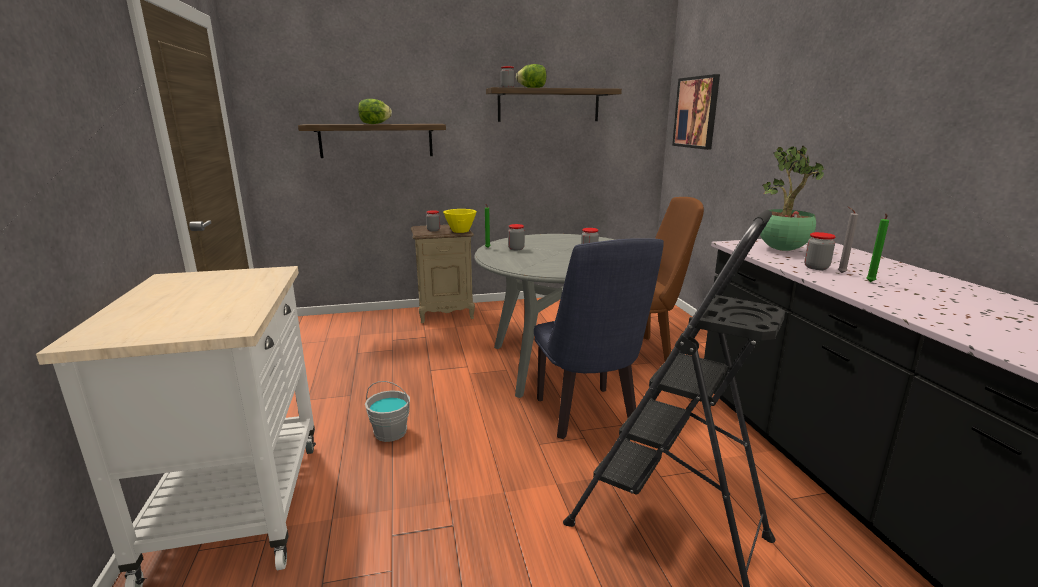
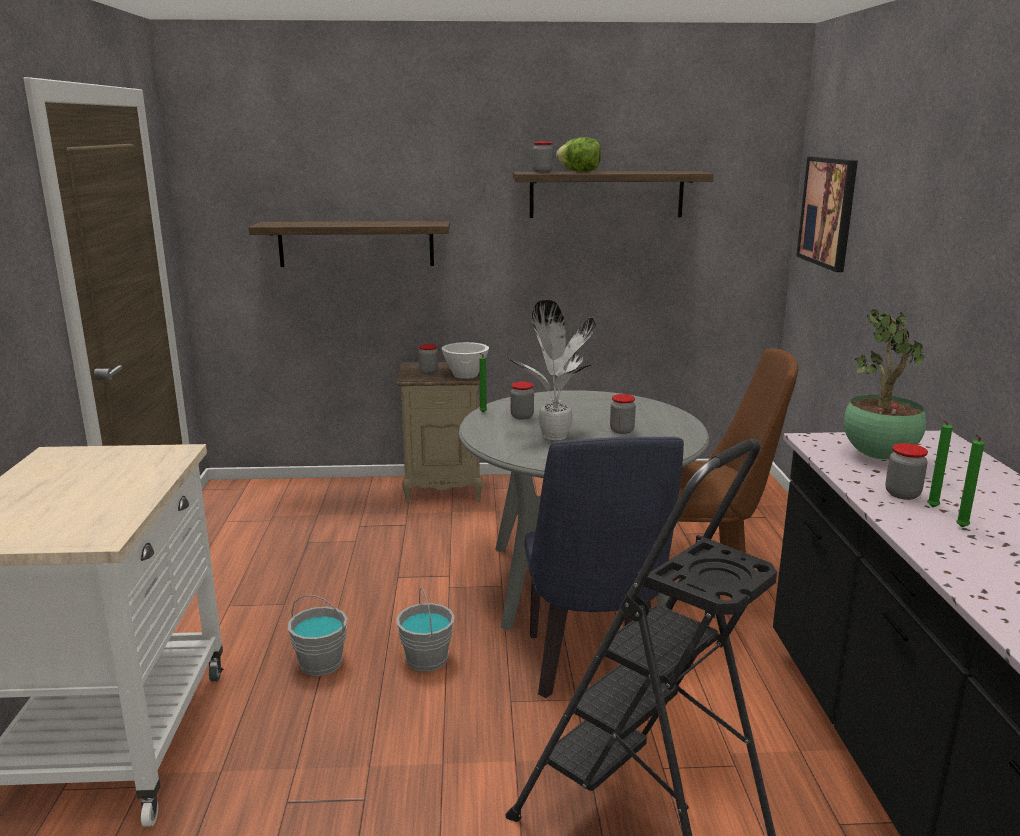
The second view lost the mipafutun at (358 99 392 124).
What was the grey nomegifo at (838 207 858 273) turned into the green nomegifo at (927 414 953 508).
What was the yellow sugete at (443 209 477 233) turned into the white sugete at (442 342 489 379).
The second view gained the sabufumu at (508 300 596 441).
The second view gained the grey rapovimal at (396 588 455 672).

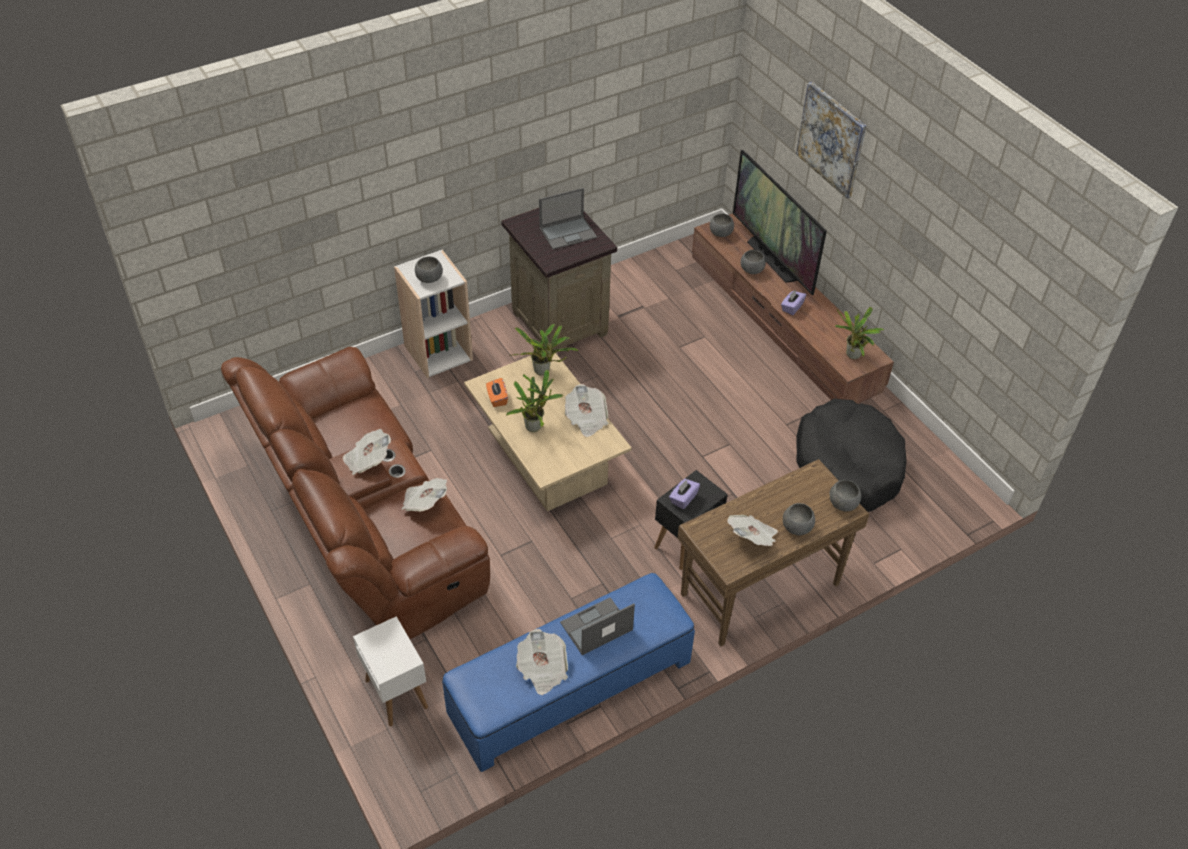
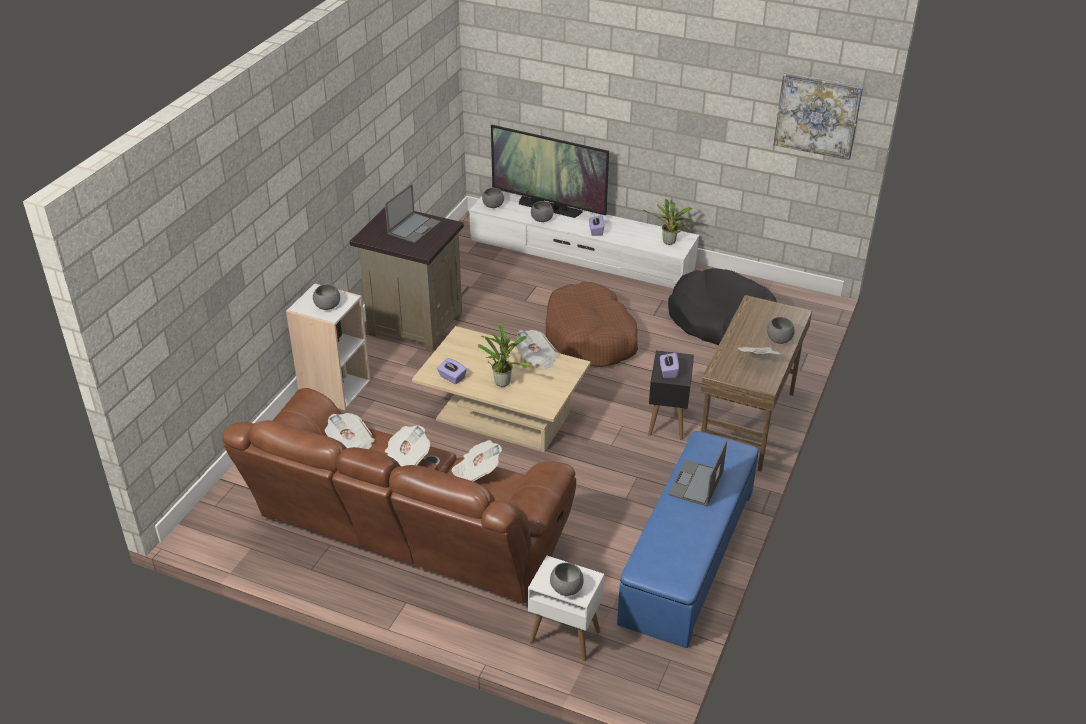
The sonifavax ended up elsewhere, having gone from (796 82 866 199) to (774 73 863 160).
What was the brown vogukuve at (692 213 894 404) turned into the white vogukuve at (469 191 699 288).
The second view lost the sabufumu at (514 324 579 375).
What was the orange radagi at (486 378 508 407) turned into the purple radagi at (437 358 467 384).
The grey sugete ended up elsewhere, having gone from (830 480 861 511) to (550 562 584 596).
The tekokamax ended up elsewhere, having gone from (516 629 568 695) to (325 413 375 449).
The second view gained the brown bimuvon at (546 282 638 367).

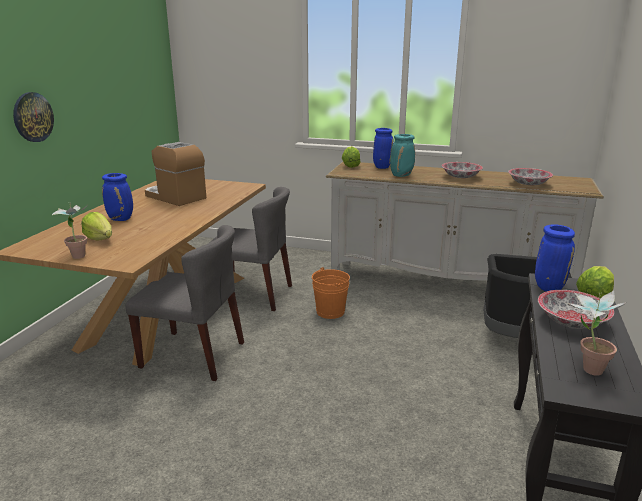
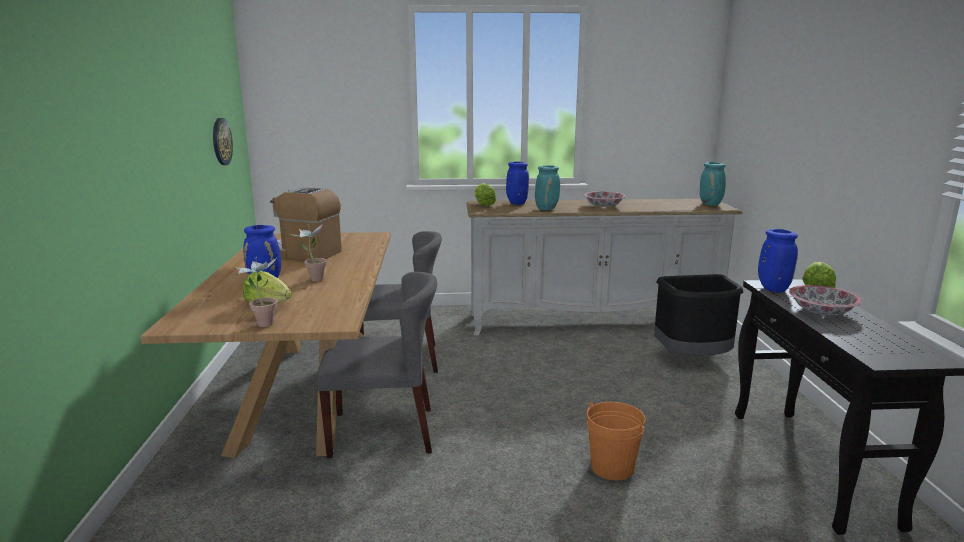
The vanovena ended up elsewhere, having gone from (13 92 54 142) to (213 118 233 165).
The second view lost the sugete at (508 168 553 185).
The orange rapovimal ended up elsewhere, having gone from (312 267 350 319) to (587 401 645 480).
The sabufumu ended up elsewhere, having gone from (567 290 627 376) to (290 224 327 281).
The second view gained the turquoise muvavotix at (700 162 726 206).

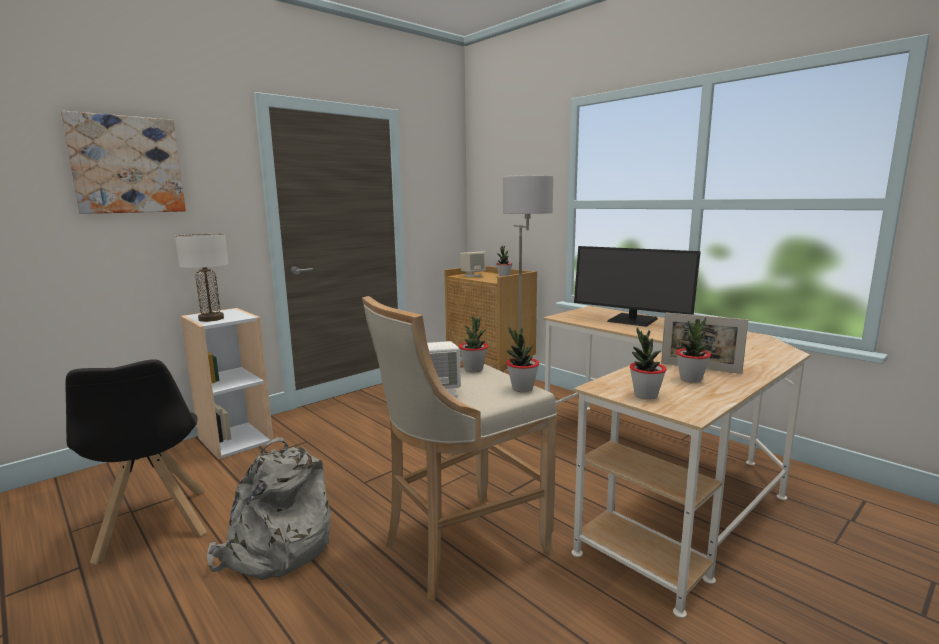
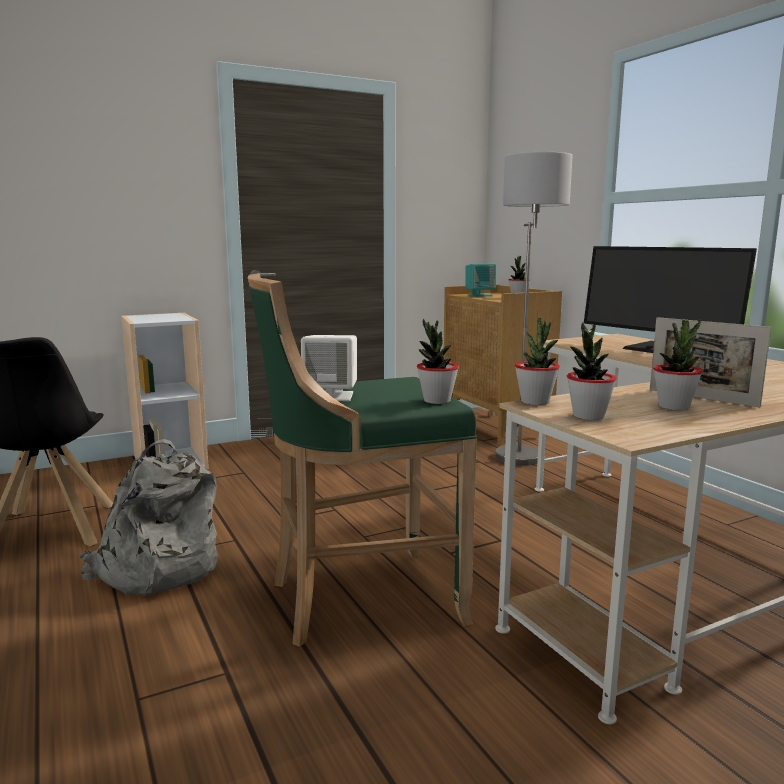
The second view lost the sonifavax at (61 111 186 214).
The second view lost the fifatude at (175 234 229 322).
What was the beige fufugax at (460 251 486 277) turned into the turquoise fufugax at (465 264 496 296).
What was the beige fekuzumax at (362 296 557 601) turned into the green fekuzumax at (247 273 477 647).
The sabufumu ended up elsewhere, having gone from (459 315 488 372) to (515 318 560 405).

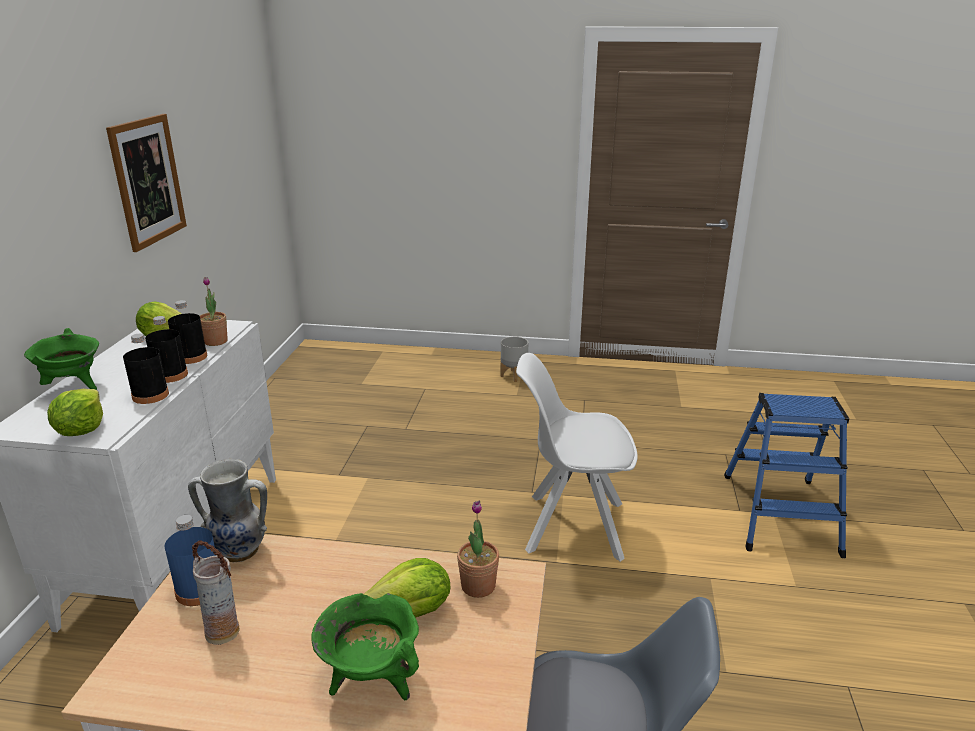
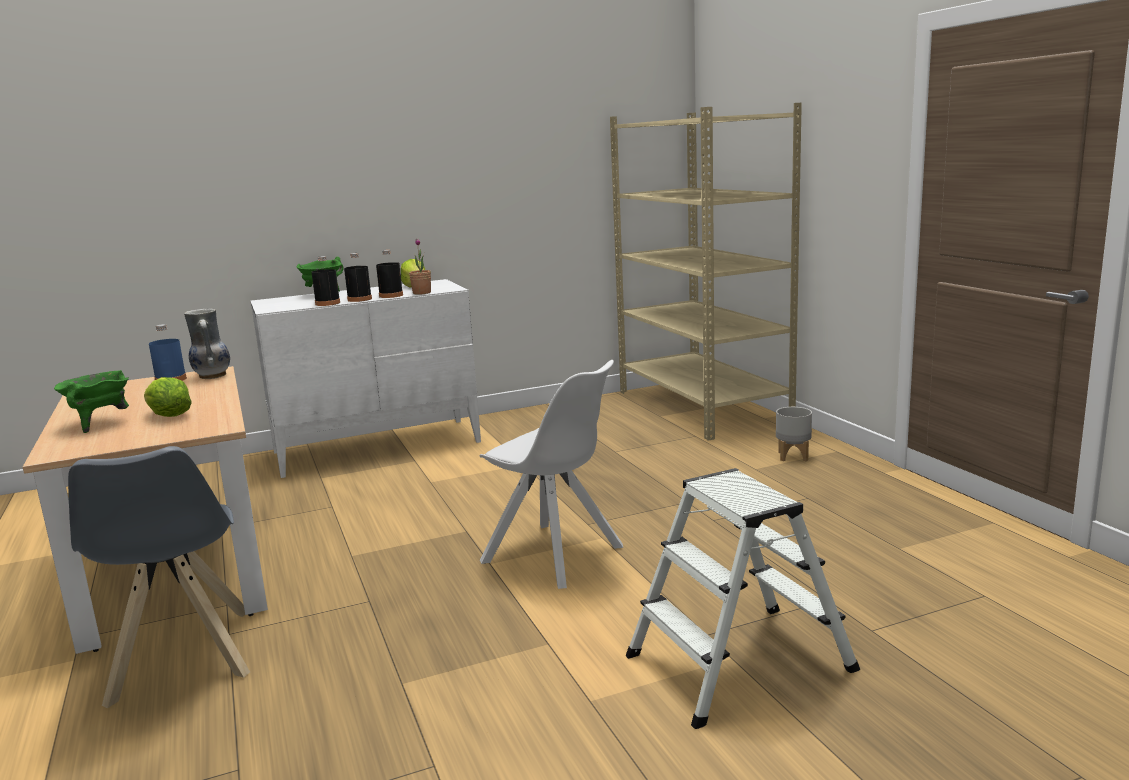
The second view lost the sonifavax at (106 114 187 252).
The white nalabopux at (516 353 638 562) ended up facing another way, 150 degrees clockwise from before.
The second view lost the mipafutun at (47 389 103 436).
What was the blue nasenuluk at (724 393 849 558) turned into the white nasenuluk at (626 468 860 729).
The second view lost the sabufumu at (457 500 499 598).
The second view lost the muvavotix at (192 540 240 645).
The second view gained the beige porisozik at (610 103 802 441).

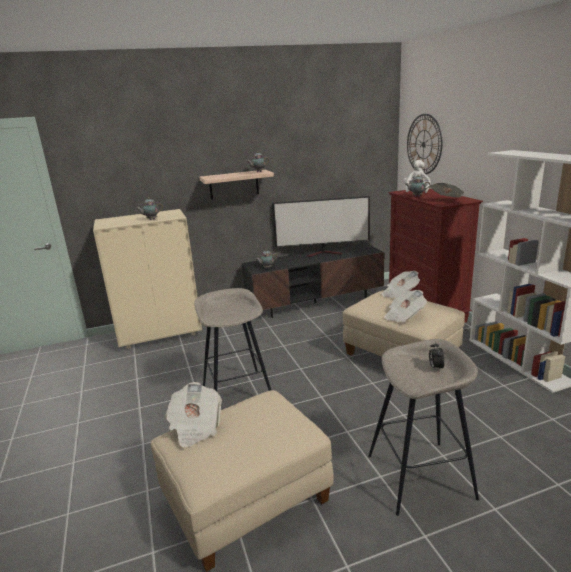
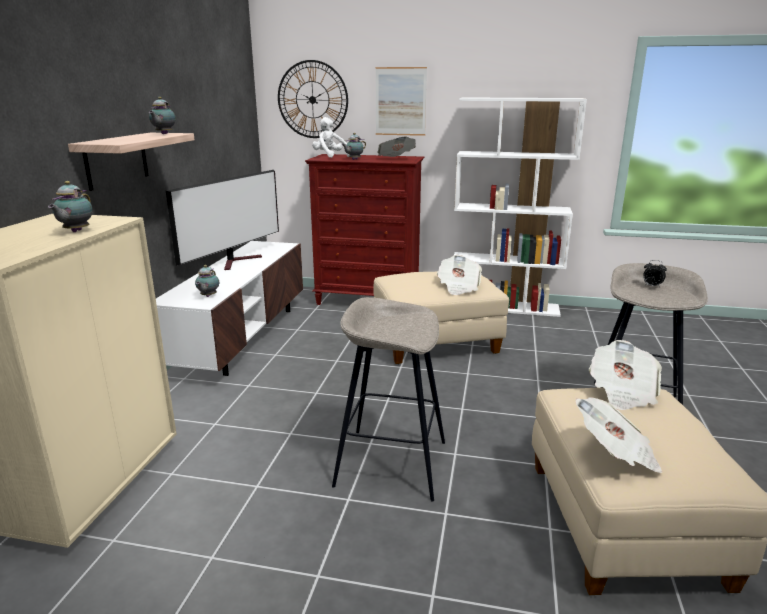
What was the black vogukuve at (242 243 384 318) turned into the white vogukuve at (156 241 303 376).
The tekokamax ended up elsewhere, having gone from (381 271 420 298) to (589 340 662 410).
The second view gained the sonifavax at (376 67 427 136).

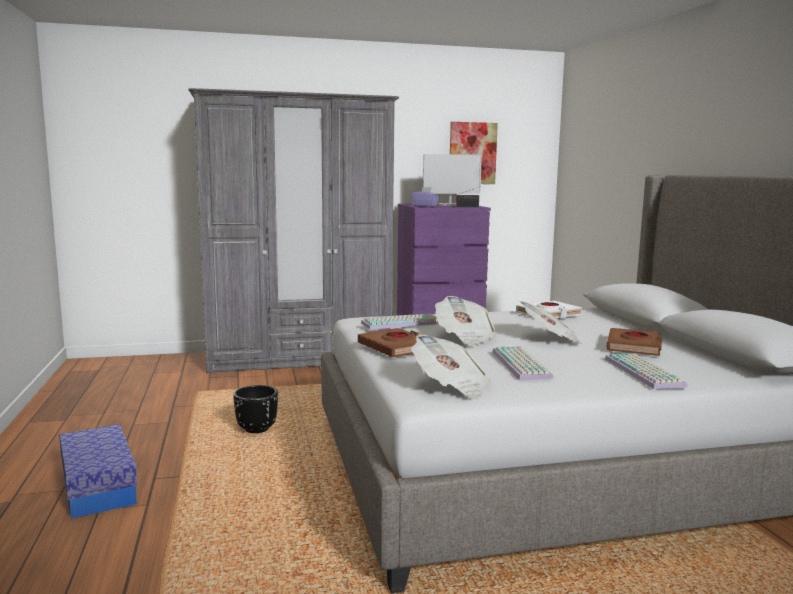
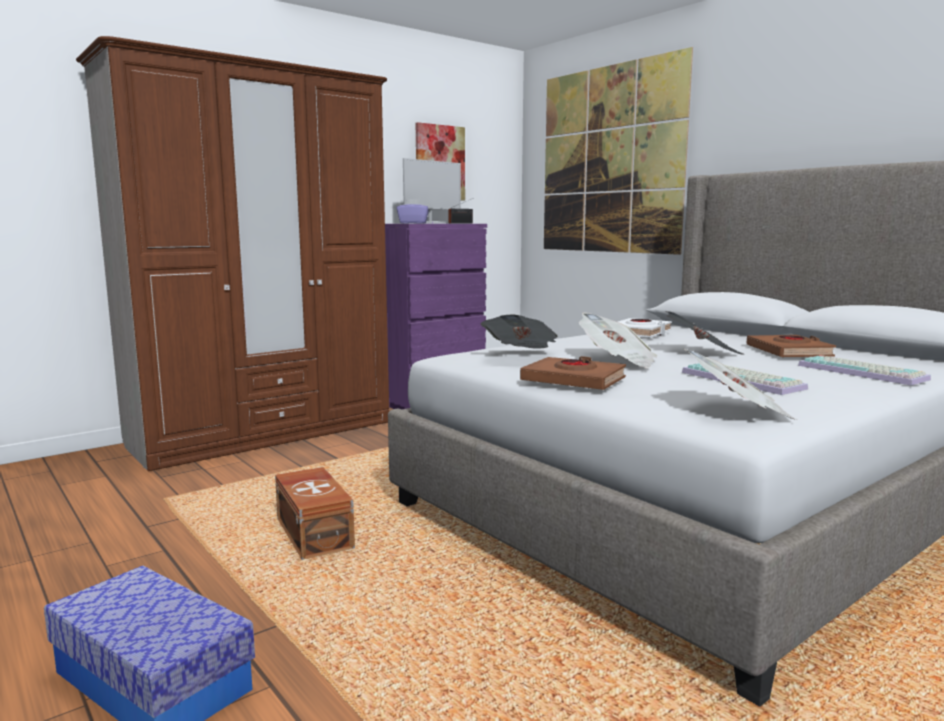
What was the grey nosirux at (188 88 399 373) turned into the brown nosirux at (76 36 390 471).
Where the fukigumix stood at (361 314 438 330), the tekokamax came to stand at (481 315 558 349).
Where the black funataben stood at (233 385 278 433), the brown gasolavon came to stand at (275 467 355 560).
The second view gained the sonifavax at (544 47 693 255).

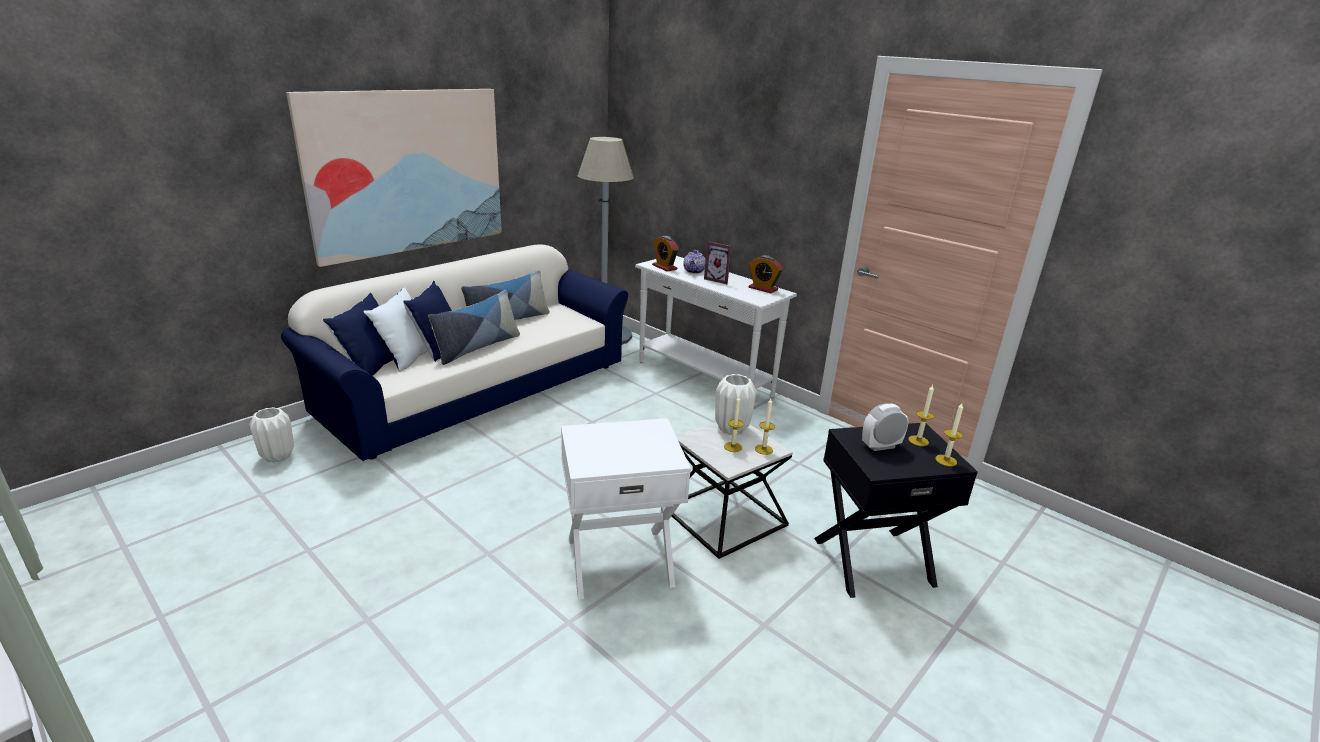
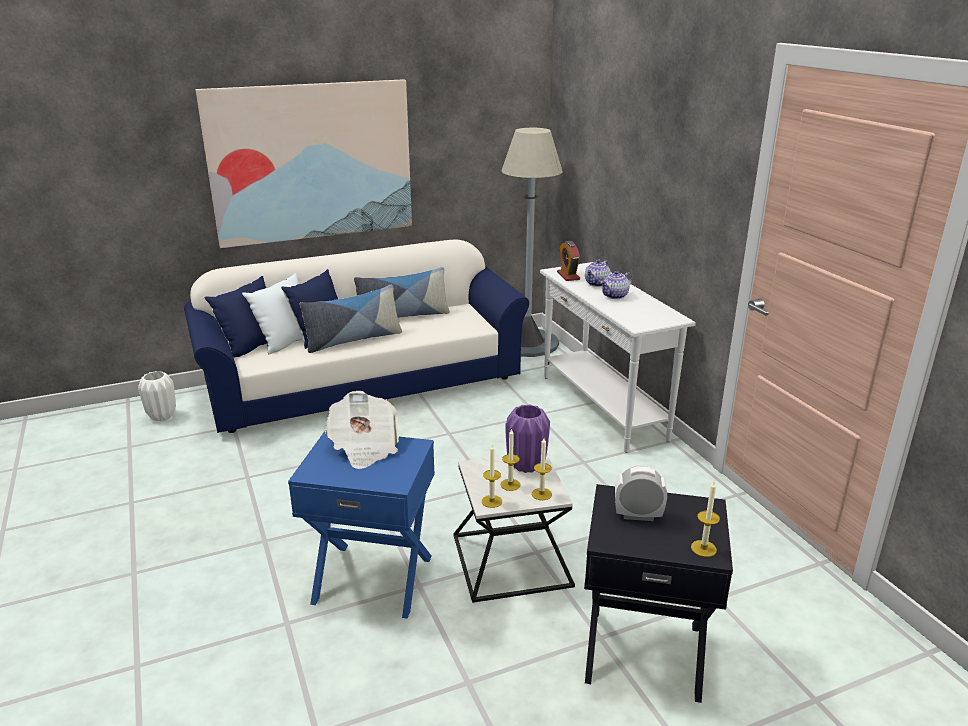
Where the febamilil stood at (704 241 732 284), the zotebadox came to stand at (600 271 632 299).
The second view lost the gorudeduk at (749 255 783 293).
What was the white muvavotix at (715 374 756 435) turned into the purple muvavotix at (506 404 550 473).
The nomegifo ended up elsewhere, having gone from (908 385 934 446) to (482 445 502 508).
What was the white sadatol at (561 418 691 599) turned into the blue sadatol at (288 430 435 619).
The second view gained the tekokamax at (325 391 399 469).

